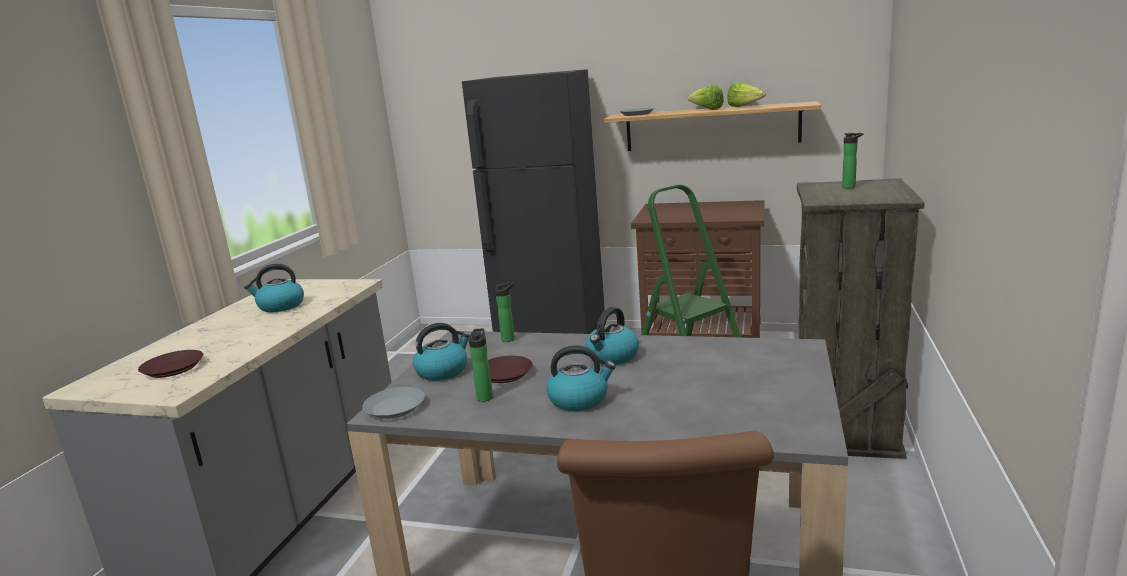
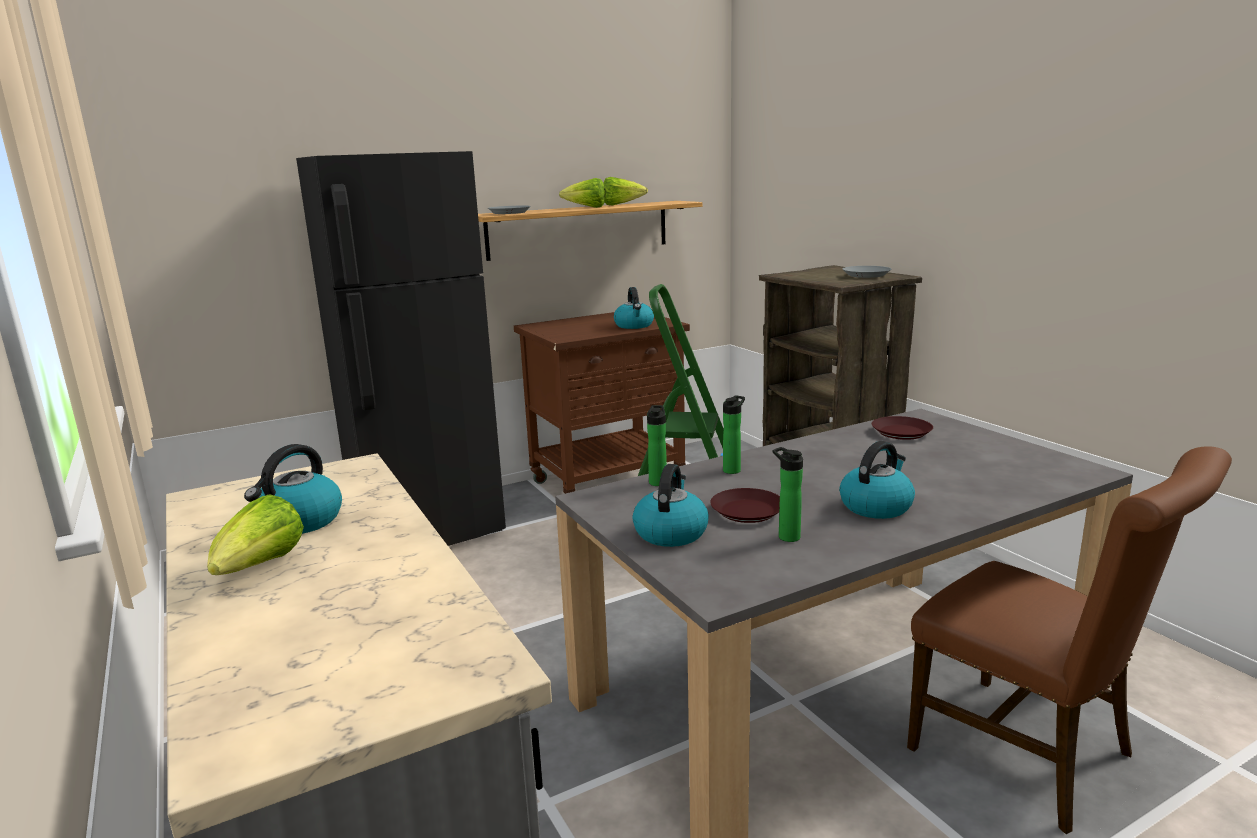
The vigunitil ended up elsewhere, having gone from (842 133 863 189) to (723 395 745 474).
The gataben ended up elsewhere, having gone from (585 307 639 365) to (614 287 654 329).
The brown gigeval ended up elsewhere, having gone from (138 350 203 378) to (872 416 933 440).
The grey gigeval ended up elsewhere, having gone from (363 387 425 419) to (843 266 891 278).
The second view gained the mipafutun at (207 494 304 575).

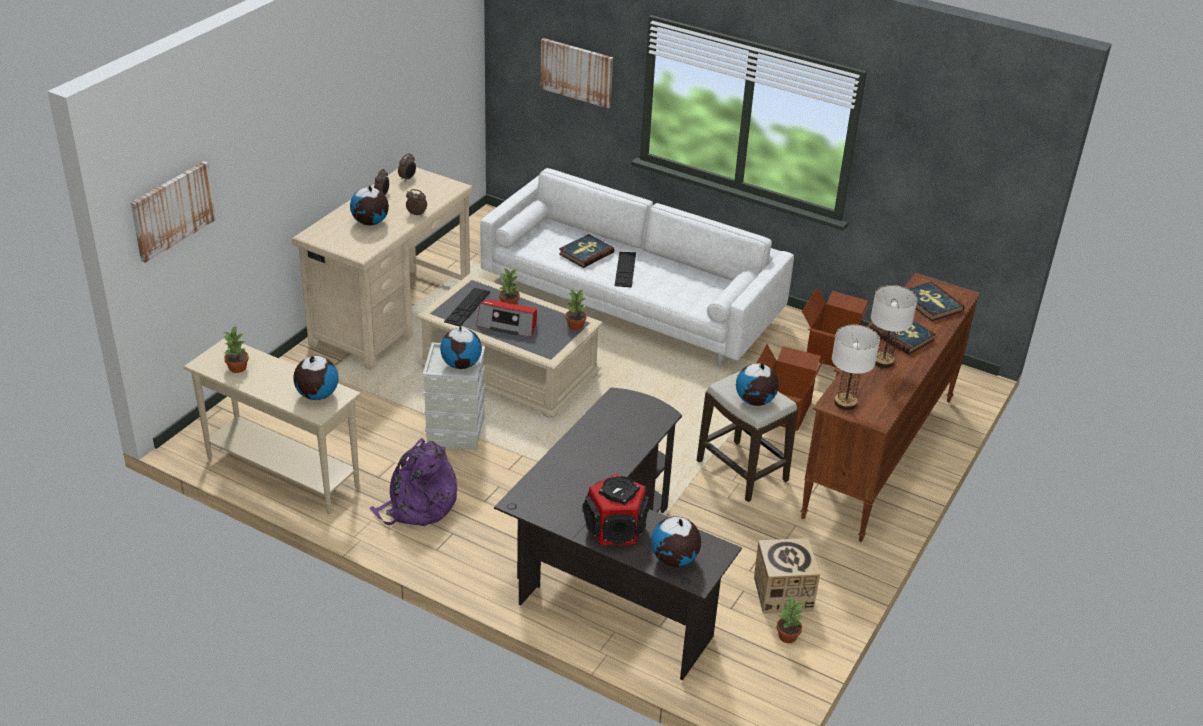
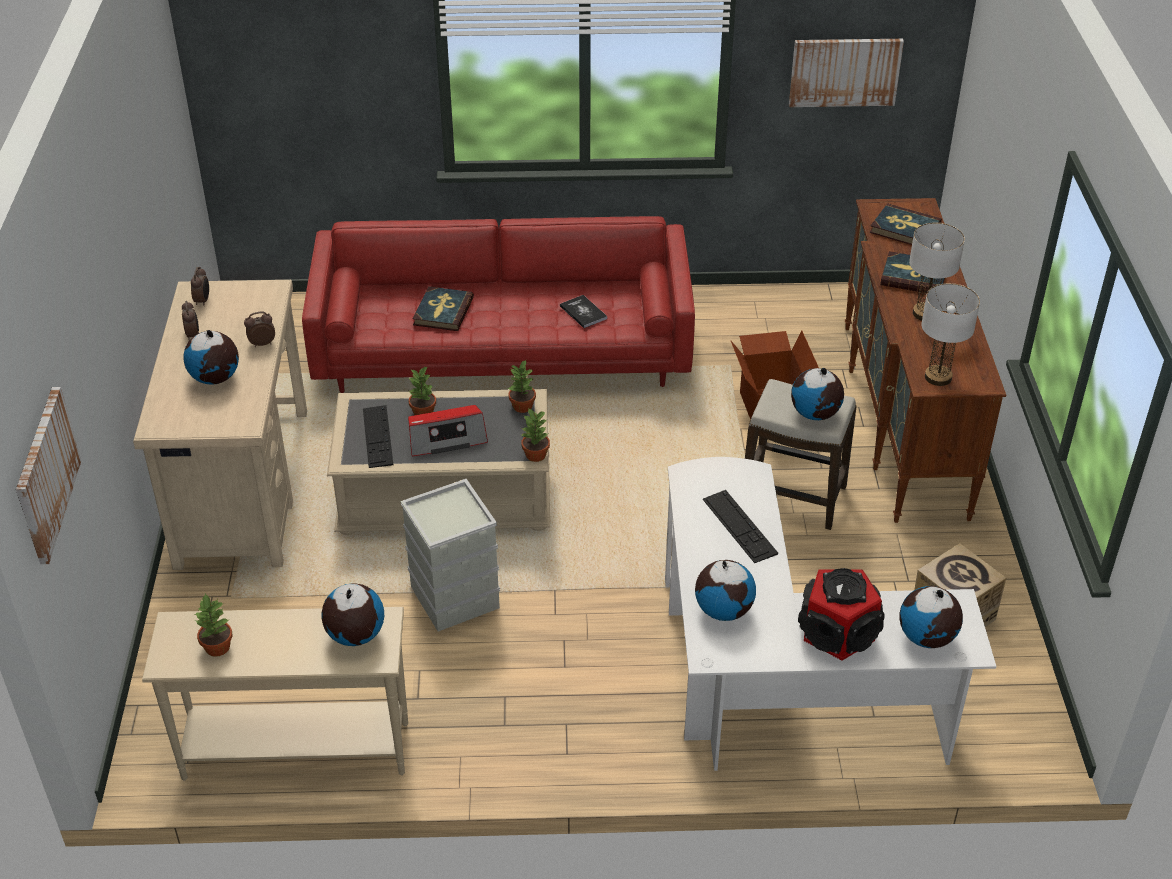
The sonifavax ended up elsewhere, having gone from (540 38 613 109) to (789 39 904 107).
What was the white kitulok at (480 168 794 366) turned into the red kitulok at (302 216 695 393).
The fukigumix ended up elsewhere, having gone from (615 252 636 288) to (703 490 778 563).
The second view lost the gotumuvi at (802 288 872 367).
The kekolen ended up elsewhere, having gone from (440 325 482 369) to (695 560 756 621).
What was the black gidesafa at (494 387 742 681) turned into the white gidesafa at (665 457 997 771).
The second view lost the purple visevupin at (370 438 457 526).
The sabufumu ended up elsewhere, having gone from (777 596 805 643) to (521 408 550 462).
The second view gained the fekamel at (560 295 607 328).

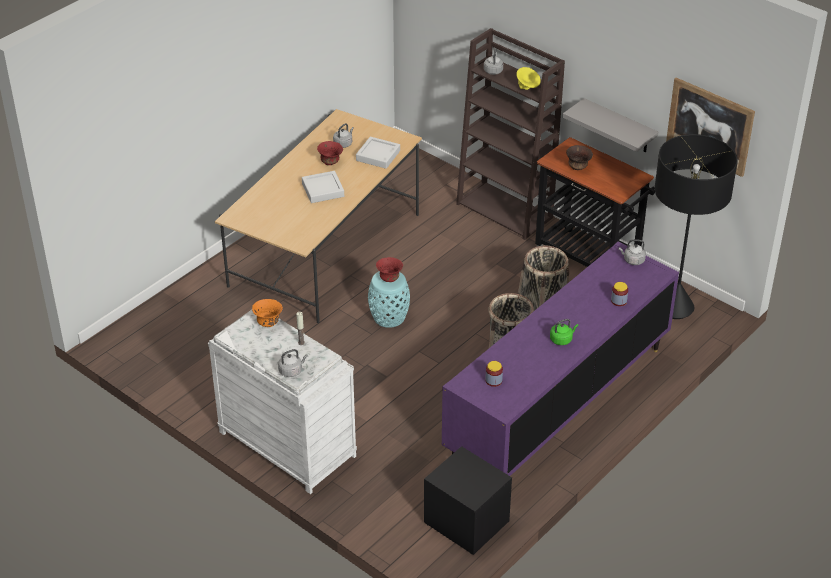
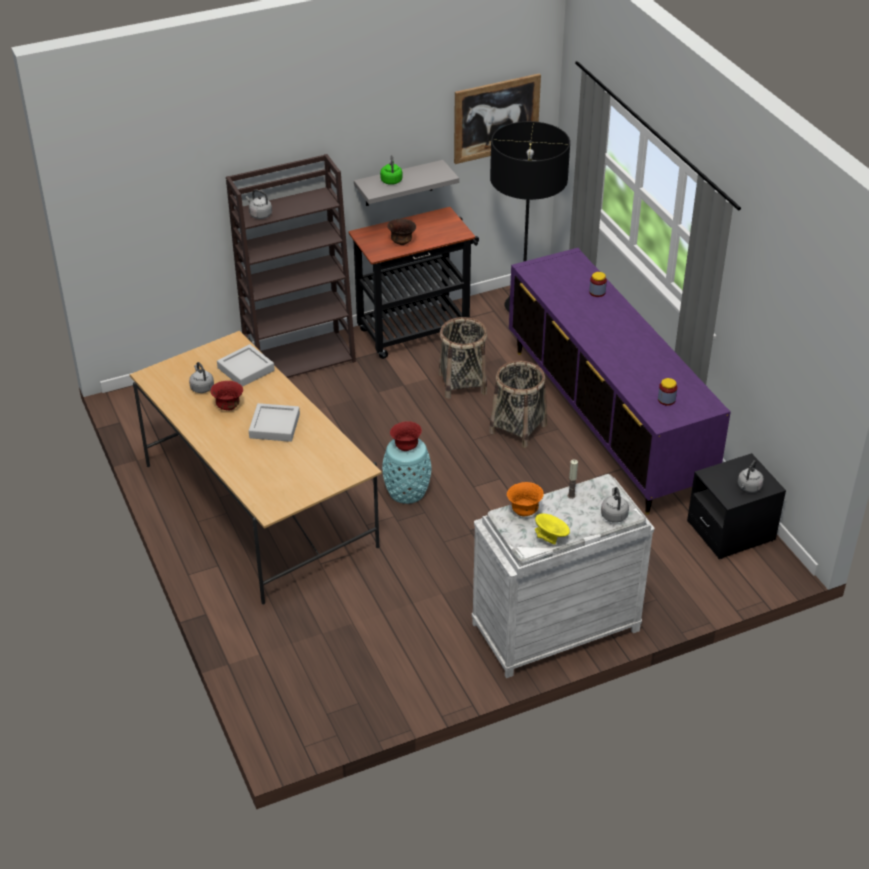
The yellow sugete ended up elsewhere, having gone from (516 67 541 90) to (535 513 570 544).
The grey gataben ended up elsewhere, having gone from (619 239 646 265) to (738 460 764 492).
The green gataben ended up elsewhere, having gone from (550 319 578 345) to (380 155 402 185).

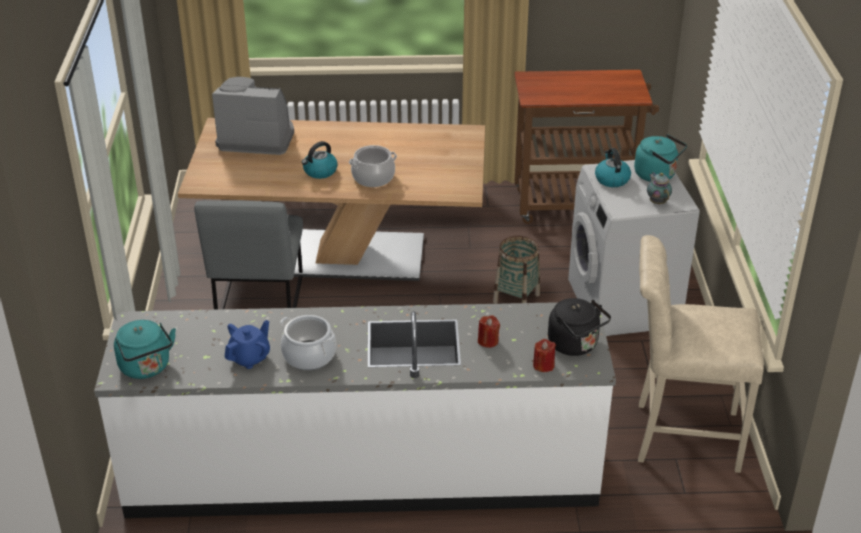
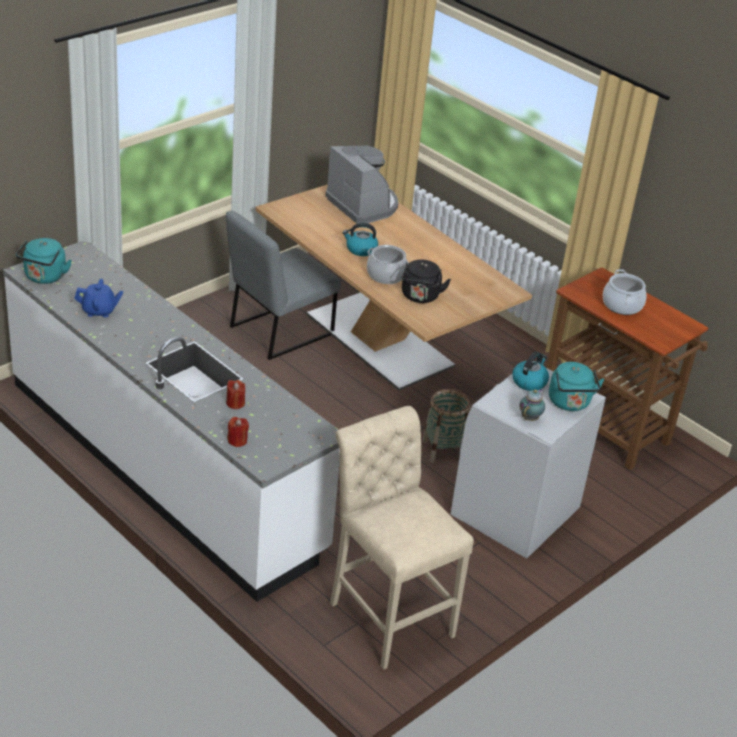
The black gataben ended up elsewhere, having gone from (548 298 611 356) to (401 260 451 303).
The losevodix ended up elsewhere, having gone from (280 315 336 370) to (603 269 647 315).

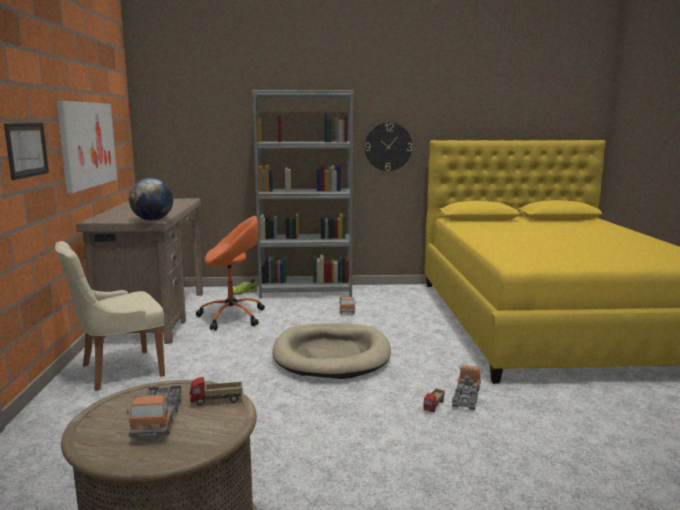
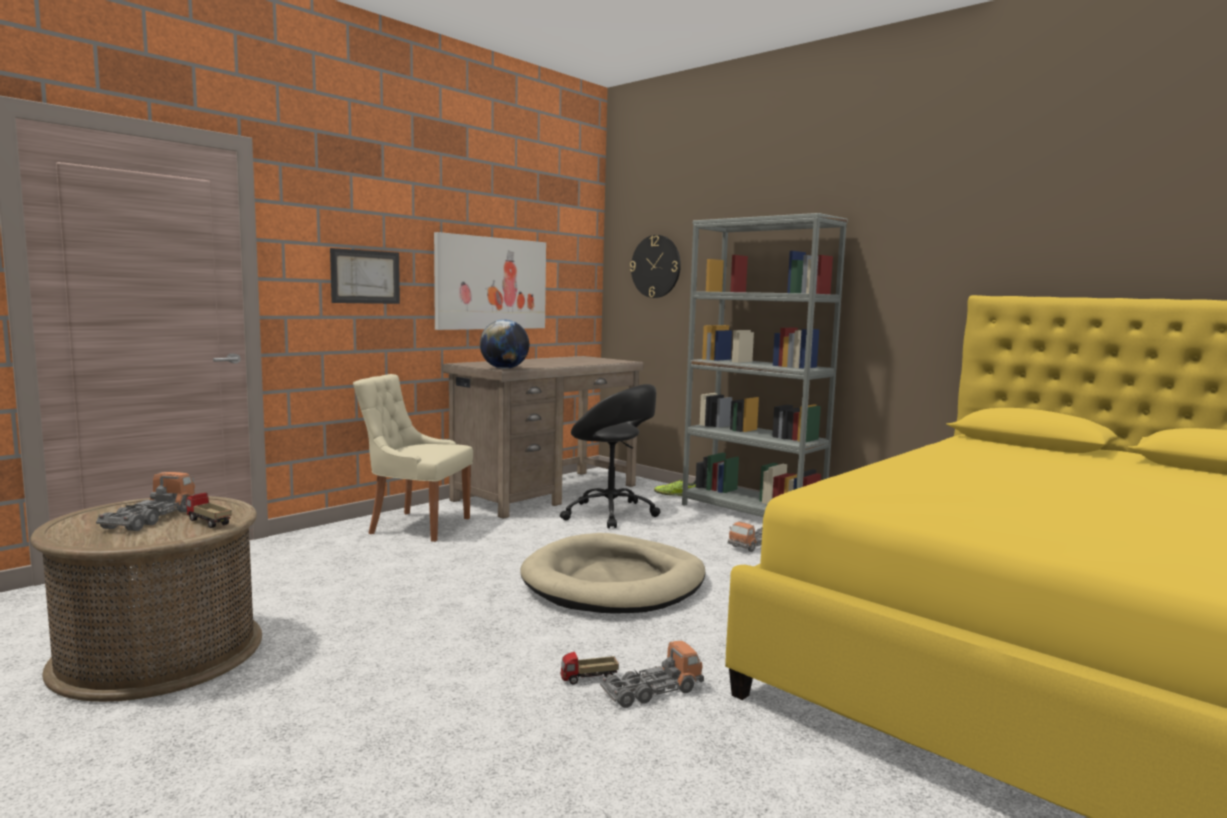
The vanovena ended up elsewhere, having gone from (364 122 412 171) to (630 235 681 298).
What was the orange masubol at (196 216 265 330) turned into the black masubol at (560 384 660 528).
The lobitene at (127 385 182 437) ended up facing another way, 150 degrees clockwise from before.

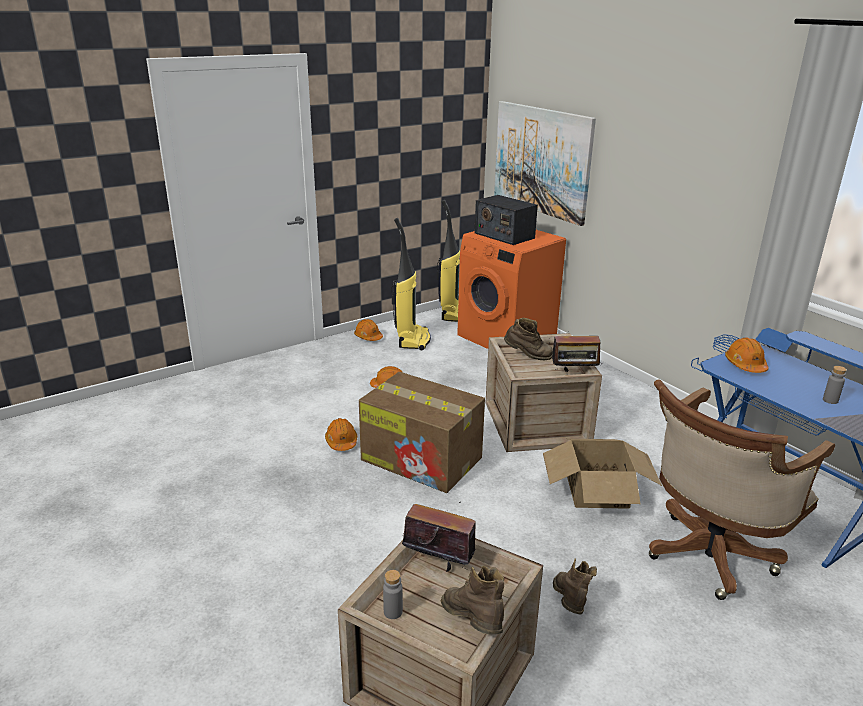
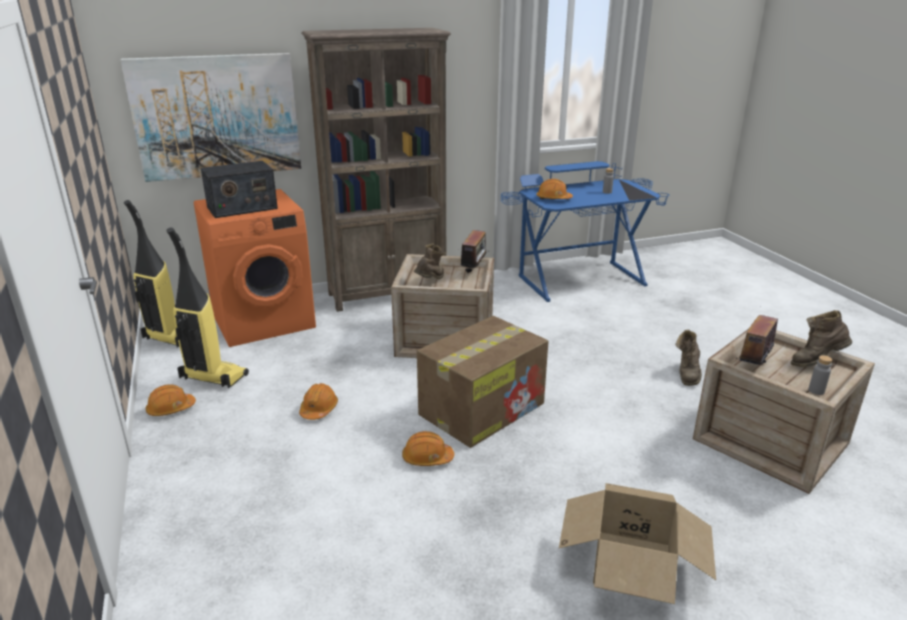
The second view lost the masubol at (649 379 835 600).
The gotumuvi ended up elsewhere, having gone from (543 439 662 509) to (559 483 716 604).
The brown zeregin at (553 558 597 614) ended up facing another way, 90 degrees counterclockwise from before.
The second view gained the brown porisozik at (301 28 451 312).

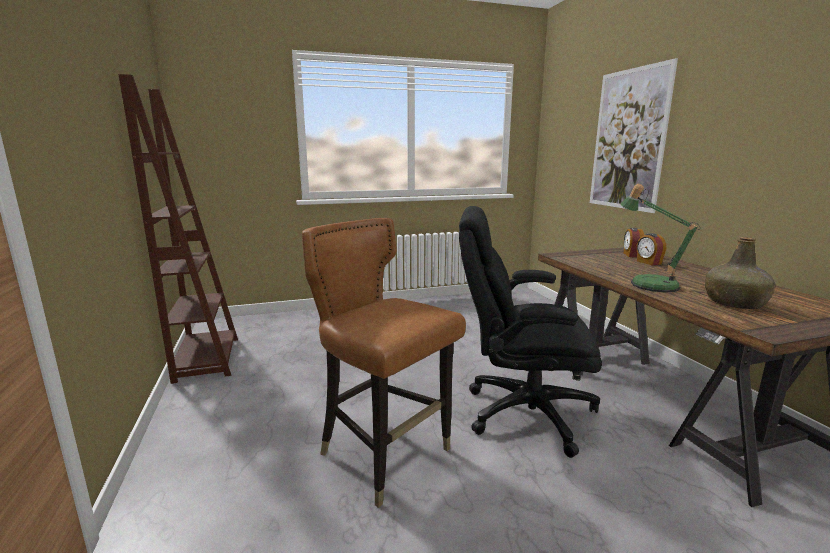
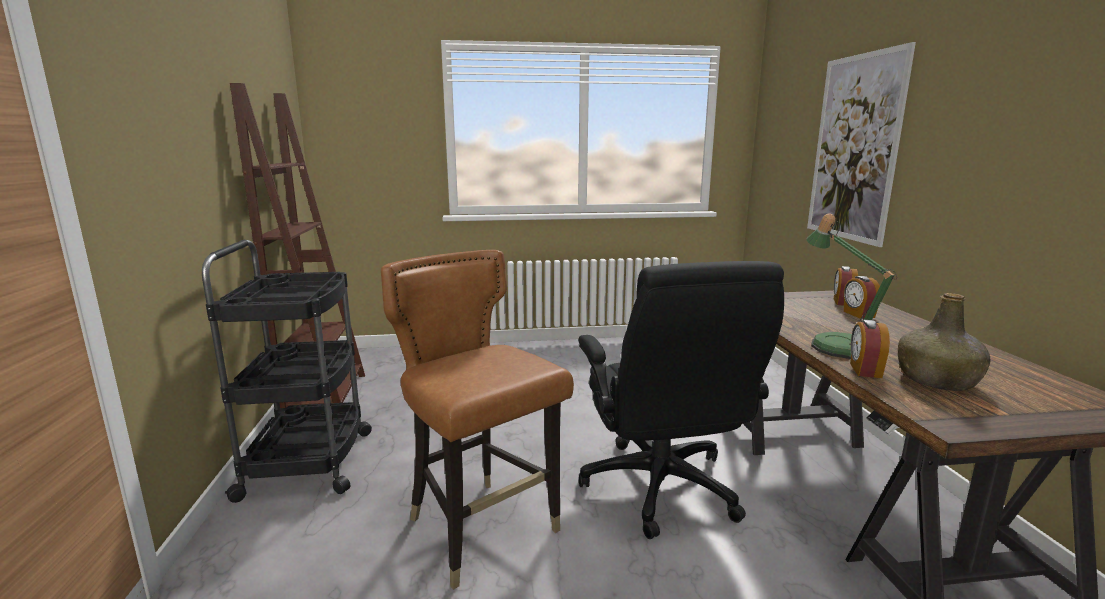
The black masubol at (459 206 602 458) ended up facing another way, 120 degrees counterclockwise from before.
The second view gained the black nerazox at (202 240 372 503).
The second view gained the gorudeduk at (850 320 890 378).

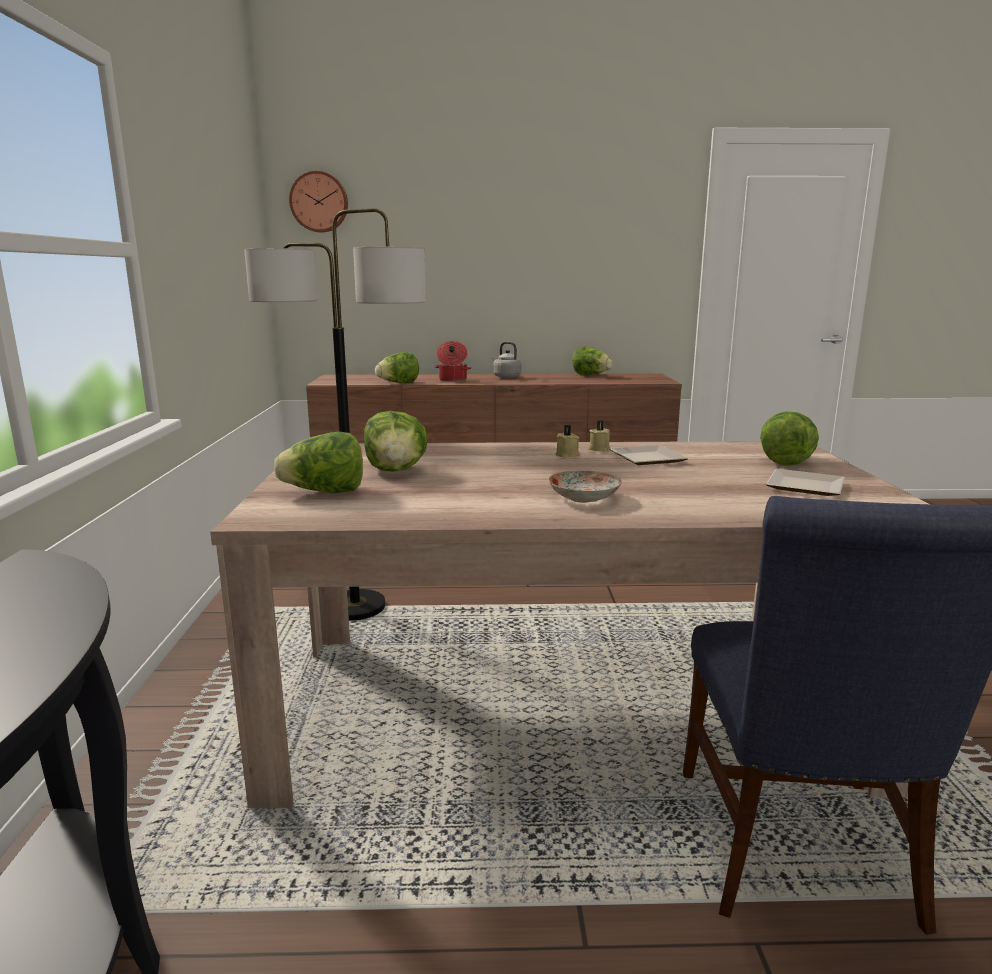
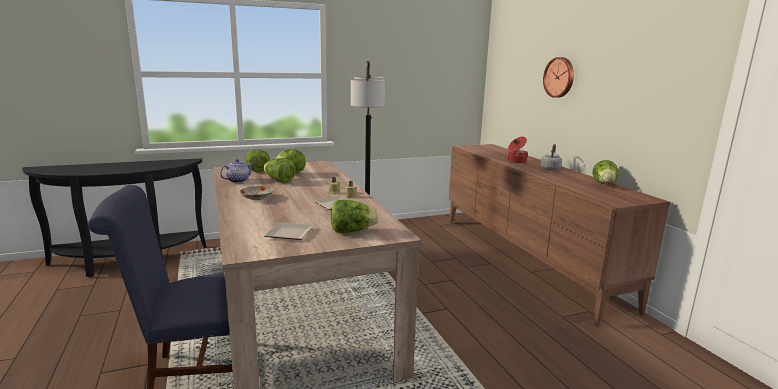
The vanovena ended up elsewhere, having gone from (289 171 348 233) to (543 57 574 98).
The mipafutun ended up elsewhere, having gone from (375 352 419 383) to (264 158 296 183).
The second view gained the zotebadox at (220 159 254 183).

